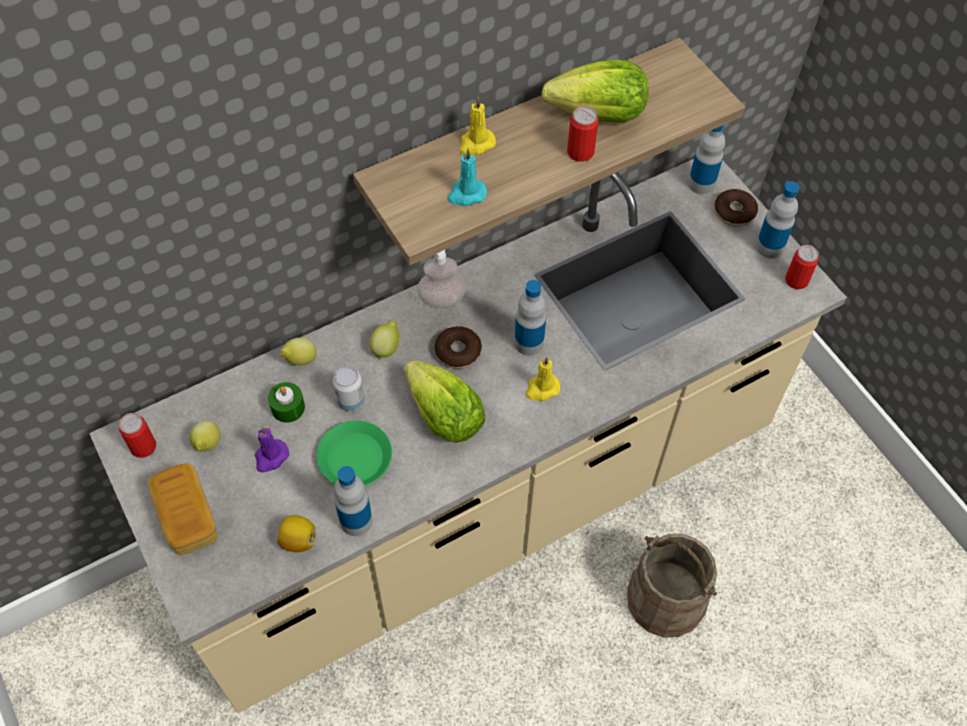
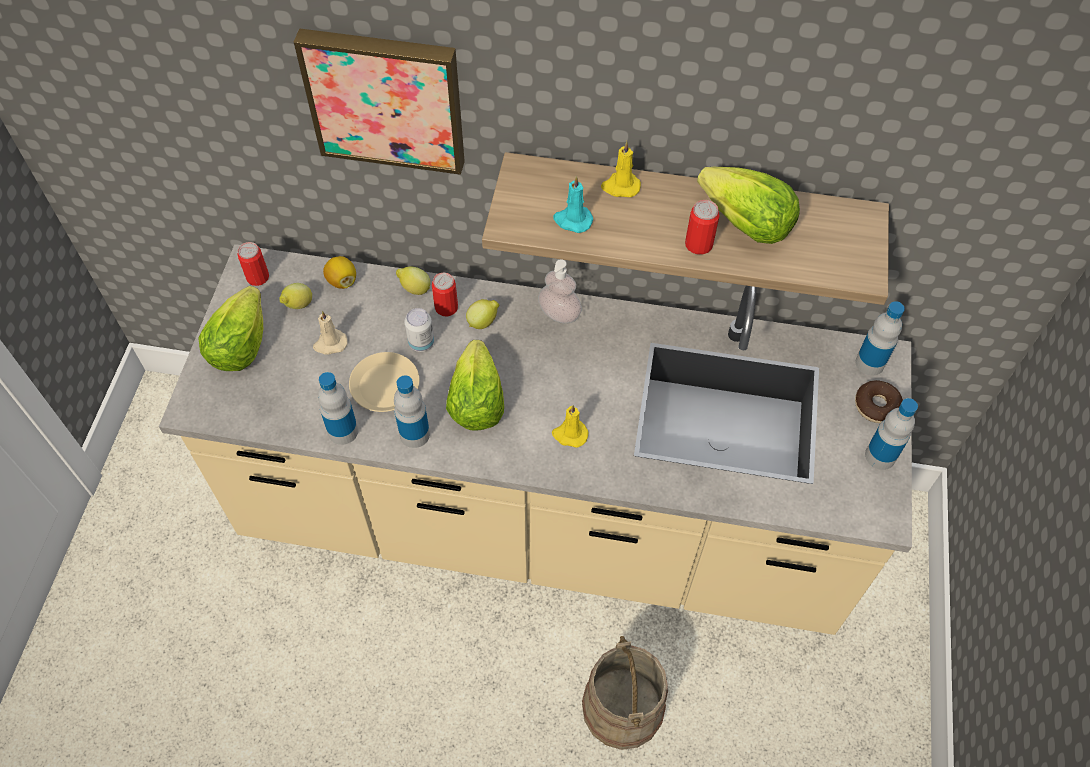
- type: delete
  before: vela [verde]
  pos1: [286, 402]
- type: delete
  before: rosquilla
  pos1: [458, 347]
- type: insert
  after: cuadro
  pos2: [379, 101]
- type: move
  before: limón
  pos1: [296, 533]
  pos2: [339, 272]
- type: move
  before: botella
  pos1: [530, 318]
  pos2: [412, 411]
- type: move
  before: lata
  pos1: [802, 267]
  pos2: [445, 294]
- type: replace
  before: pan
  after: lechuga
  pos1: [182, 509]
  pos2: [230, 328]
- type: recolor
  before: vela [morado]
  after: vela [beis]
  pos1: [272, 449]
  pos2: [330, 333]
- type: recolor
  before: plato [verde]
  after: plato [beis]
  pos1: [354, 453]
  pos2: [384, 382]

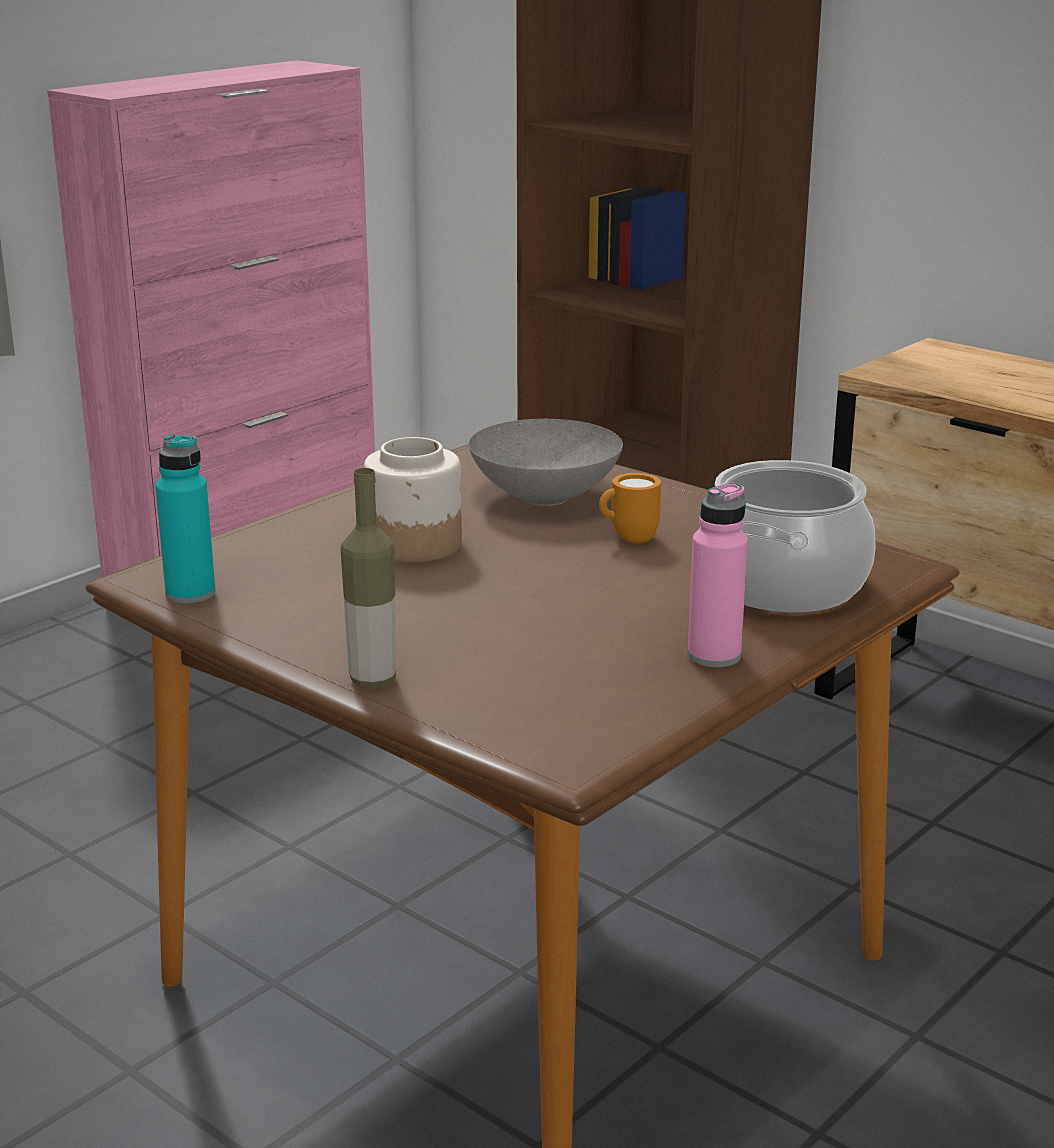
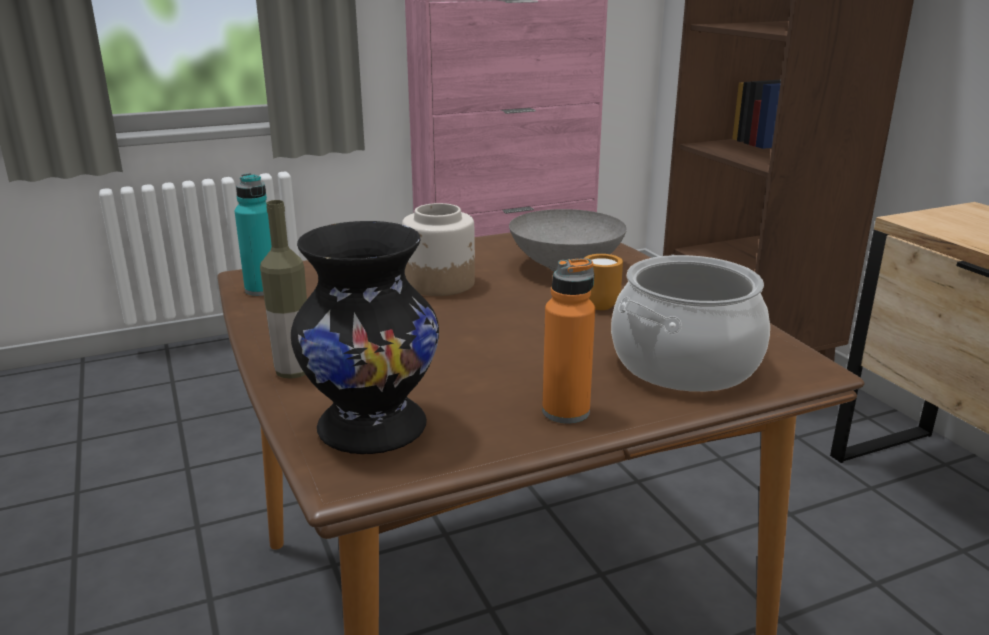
- type: insert
  after: florero [negro]
  pos2: [365, 337]
- type: recolor
  before: botella [rosa]
  after: botella [naranja]
  pos1: [718, 575]
  pos2: [568, 340]

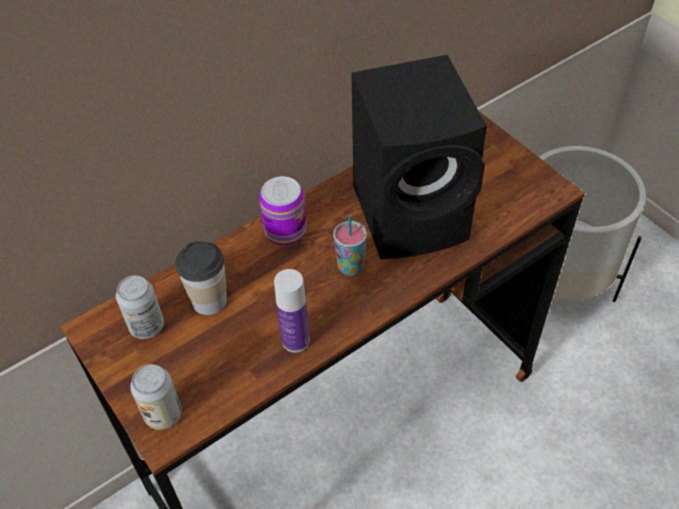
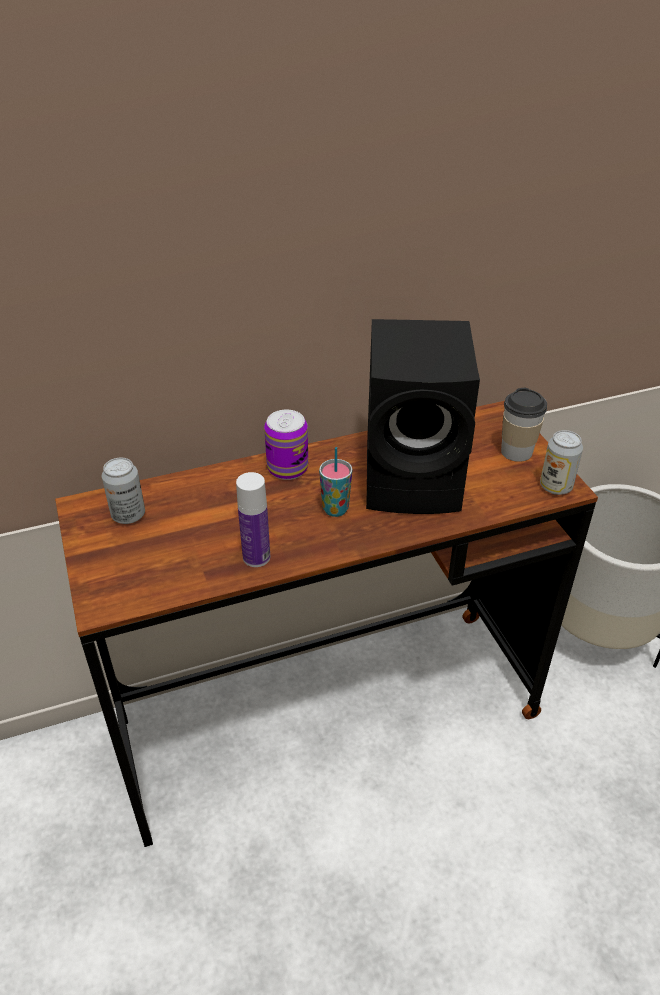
- type: move
  before: lata
  pos1: [156, 397]
  pos2: [561, 462]
- type: move
  before: taza
  pos1: [201, 278]
  pos2: [524, 425]

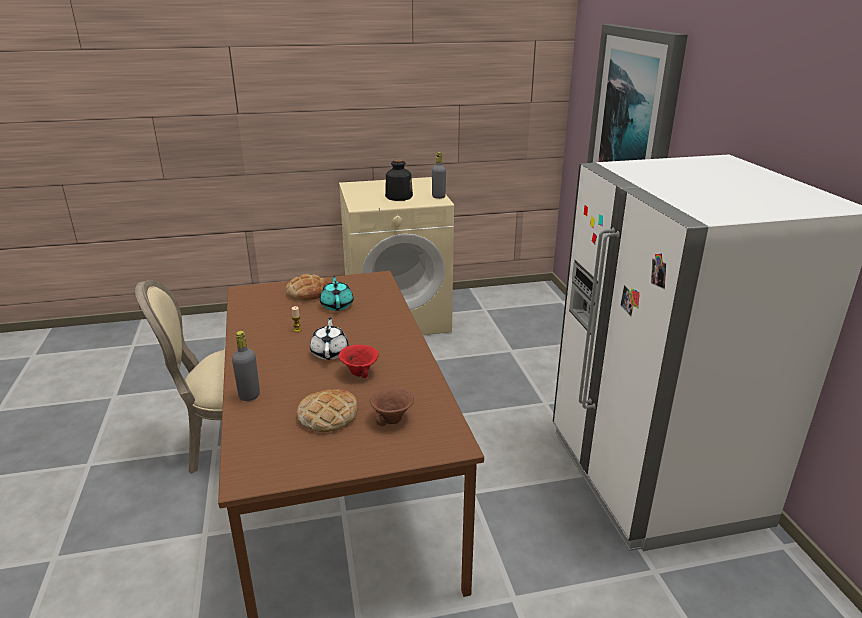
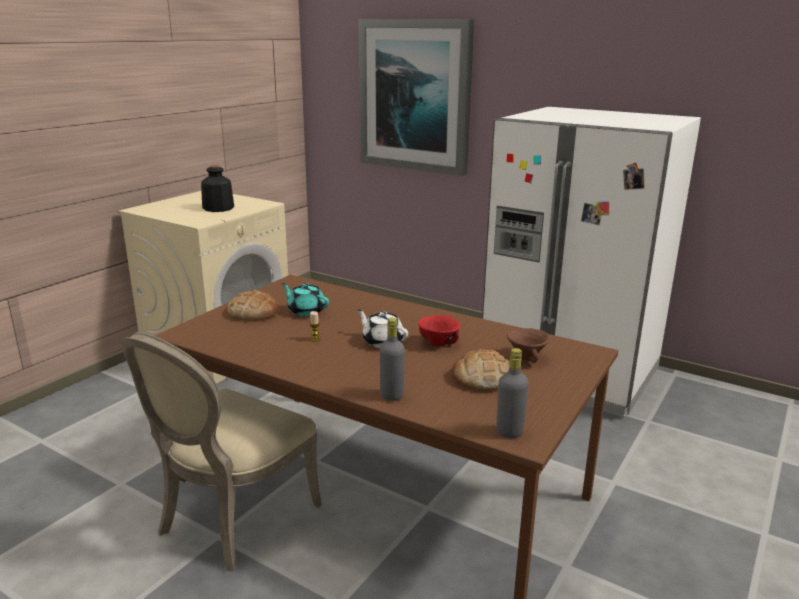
- type: move
  before: botella [gris]
  pos1: [439, 175]
  pos2: [512, 393]

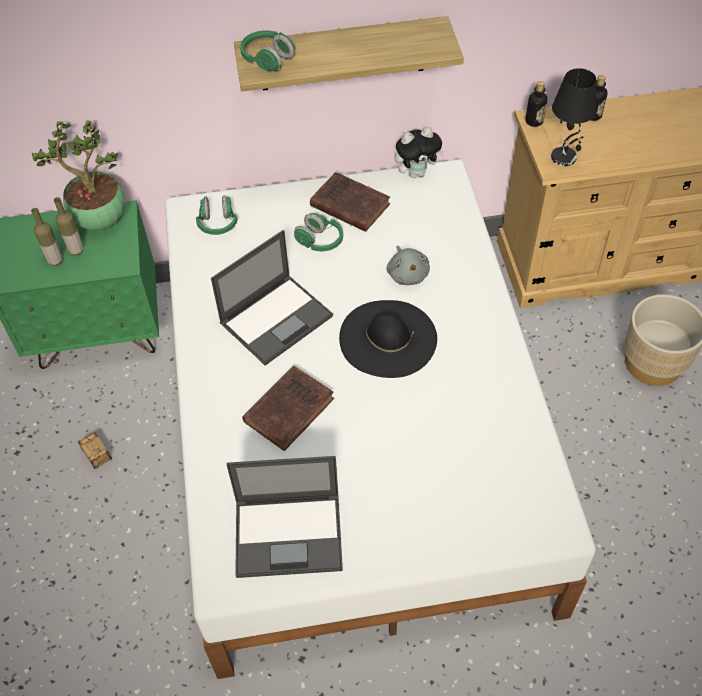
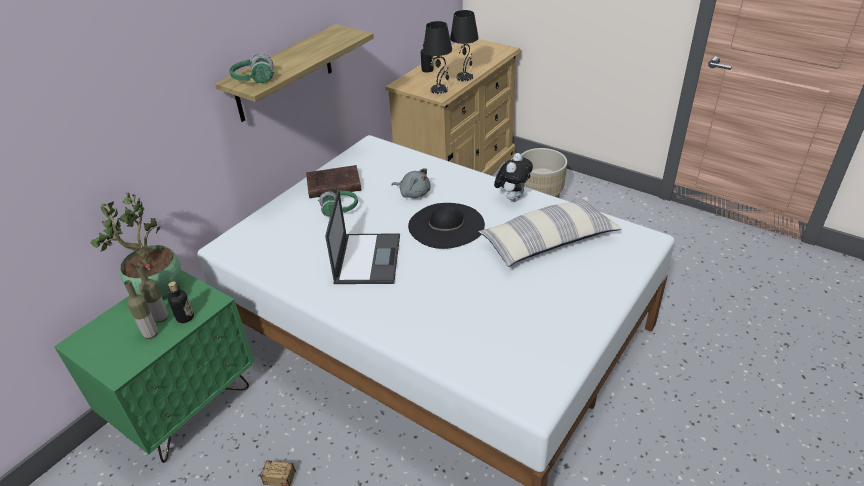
- type: delete
  before: auriculares [verde]
  pos1: [217, 215]
- type: delete
  before: portátil
  pos1: [284, 517]
- type: delete
  before: libro [marrón]
  pos1: [288, 408]
- type: insert
  after: lámpara de mesa [negro]
  pos2: [464, 45]
- type: insert
  after: cojín
  pos2: [550, 232]
- type: move
  before: peluche
  pos1: [419, 152]
  pos2: [513, 177]
- type: move
  before: botella
  pos1: [536, 104]
  pos2: [181, 302]

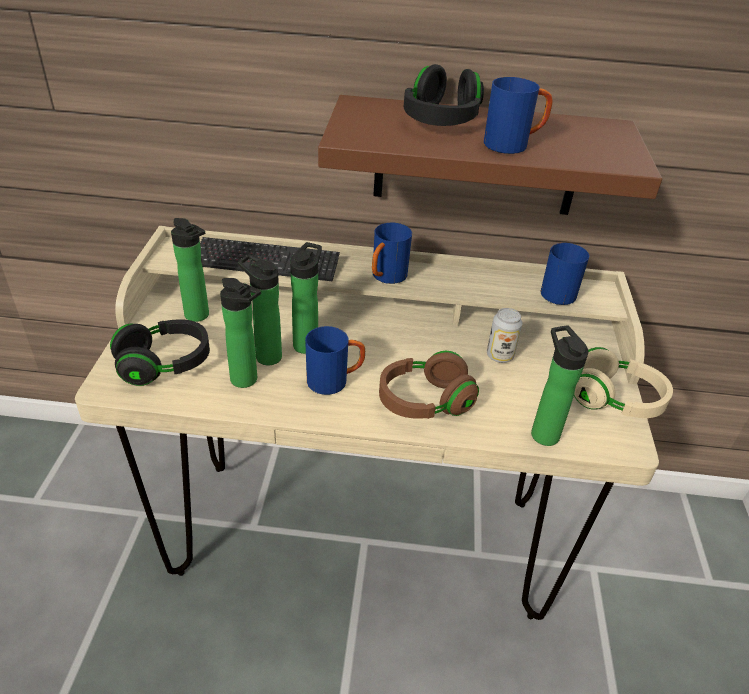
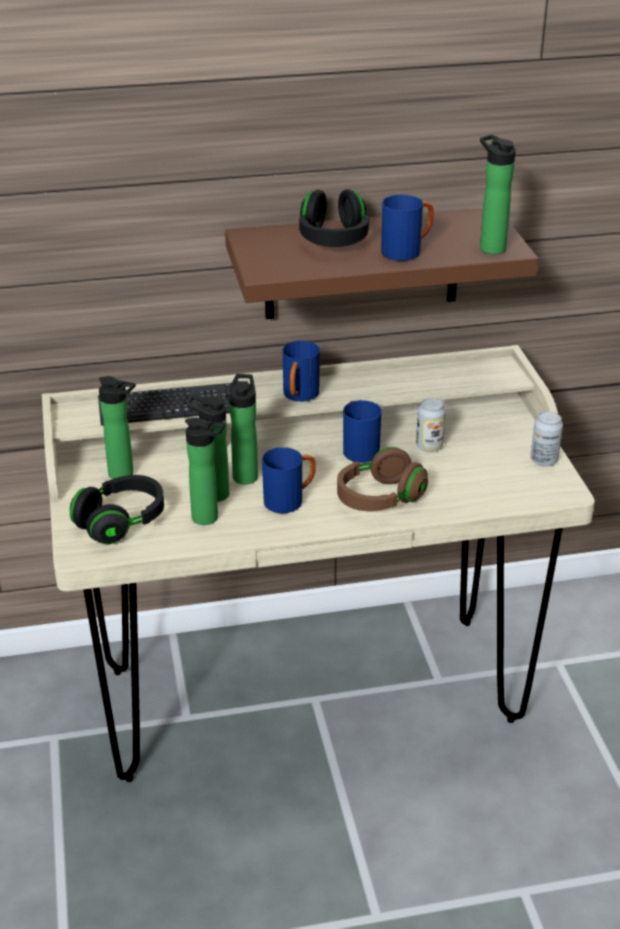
- type: move
  before: botella
  pos1: [559, 386]
  pos2: [498, 194]
- type: move
  before: taza grande [azul]
  pos1: [565, 274]
  pos2: [362, 431]
- type: replace
  before: auriculares [beis]
  after: lata
  pos1: [623, 382]
  pos2: [546, 438]

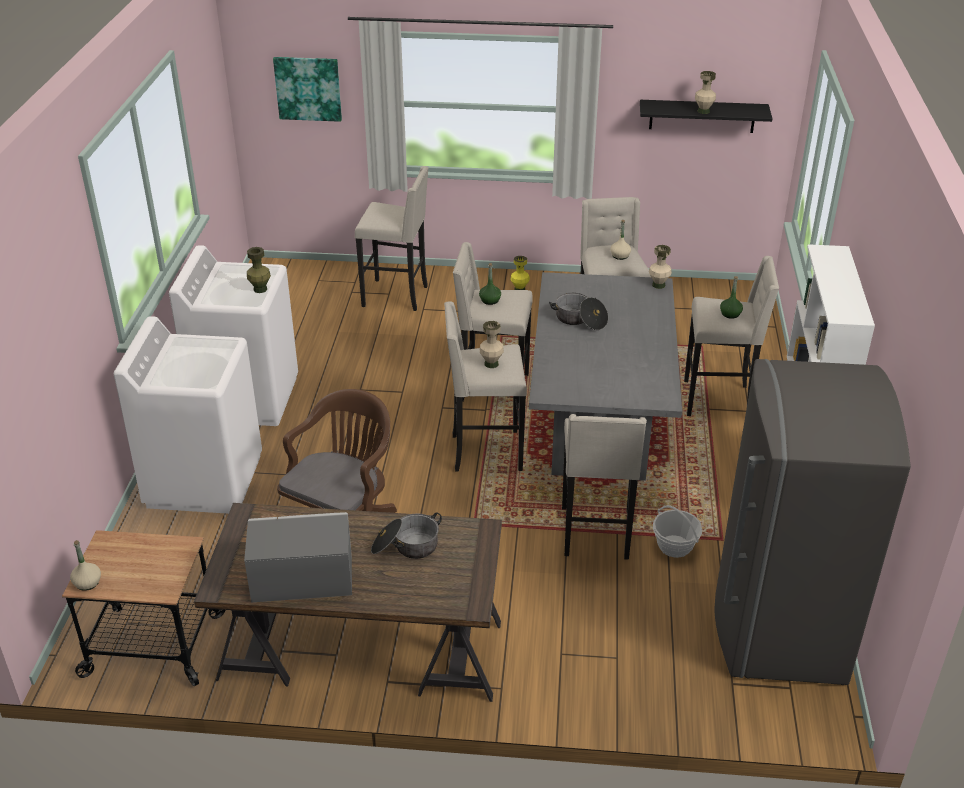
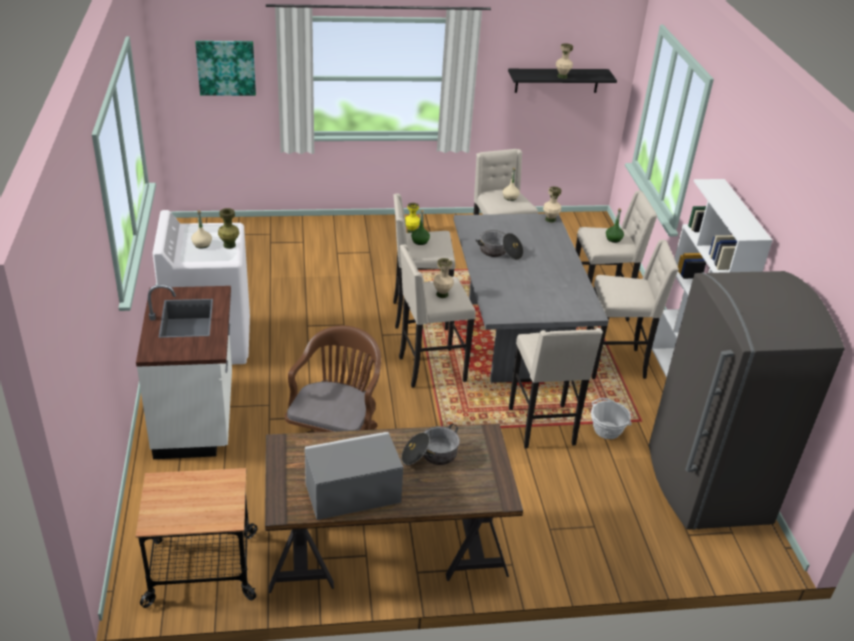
- type: move
  before: botella [beis]
  pos1: [85, 565]
  pos2: [201, 229]
- type: move
  before: taburete [beis]
  pos1: [392, 238]
  pos2: [633, 309]
- type: replace
  before: lavadora [blanco]
  after: mueble bajo de cocina [blanco]
  pos1: [188, 415]
  pos2: [184, 372]

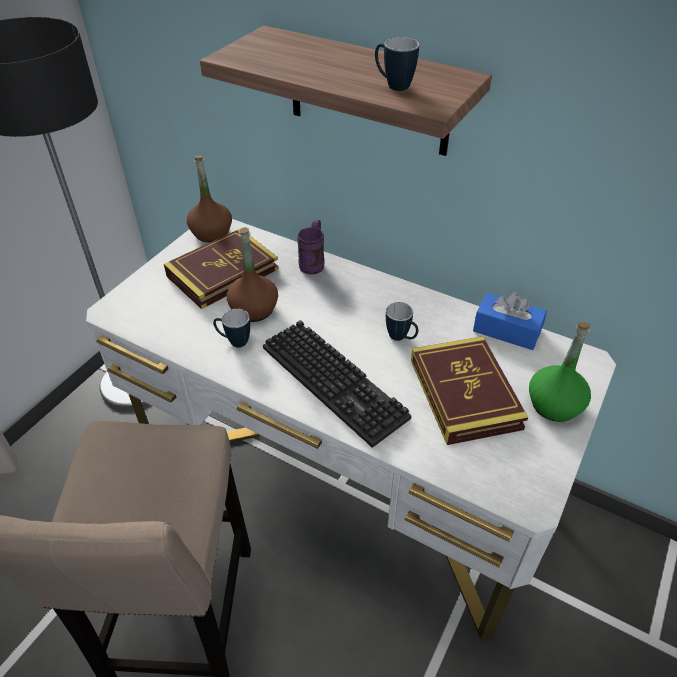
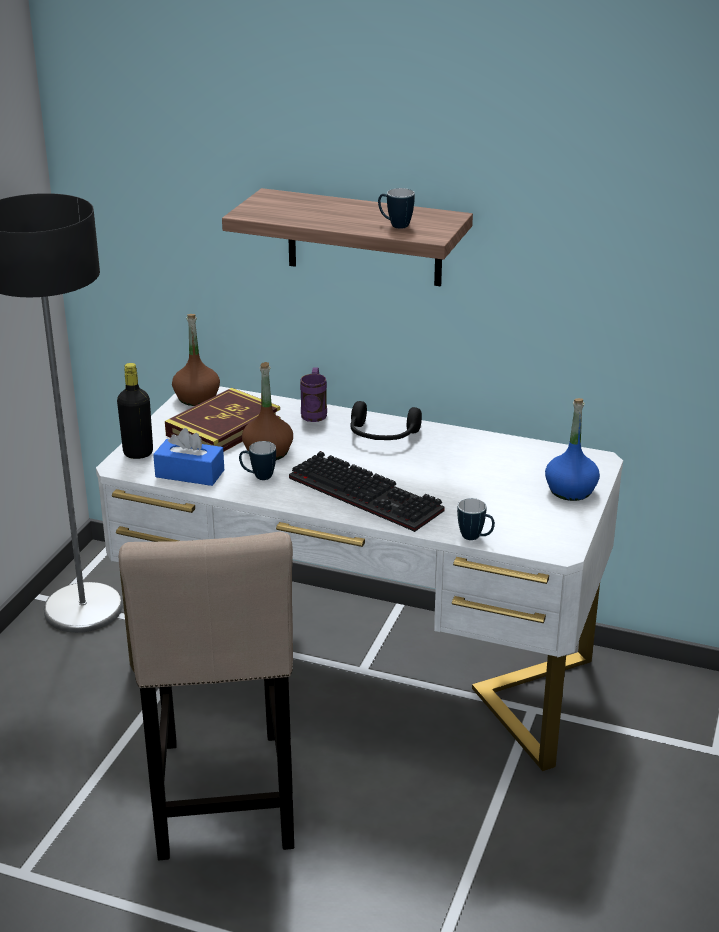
- type: delete
  before: libro
  pos1: [469, 390]
- type: insert
  after: botella [negro]
  pos2: [135, 411]
- type: insert
  after: auriculares [negro]
  pos2: [386, 420]
- type: move
  before: taza grande
  pos1: [402, 321]
  pos2: [476, 519]
- type: move
  before: caja de pañuelos [azul]
  pos1: [510, 321]
  pos2: [188, 457]
- type: recolor
  before: botella [verde]
  after: botella [azul]
  pos1: [560, 372]
  pos2: [572, 449]

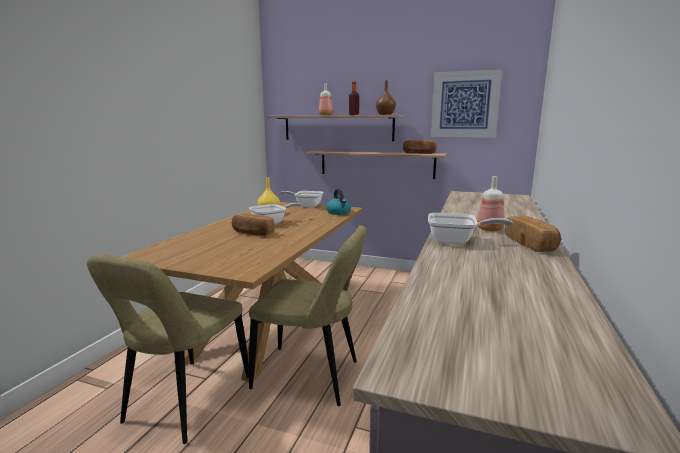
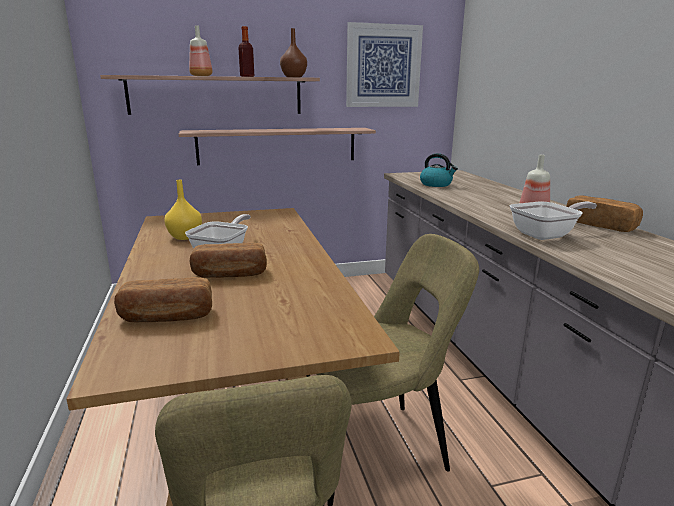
- type: delete
  before: sartén
  pos1: [301, 199]
- type: move
  before: hervidor
  pos1: [338, 202]
  pos2: [439, 170]
- type: move
  before: pan
  pos1: [420, 147]
  pos2: [163, 299]

